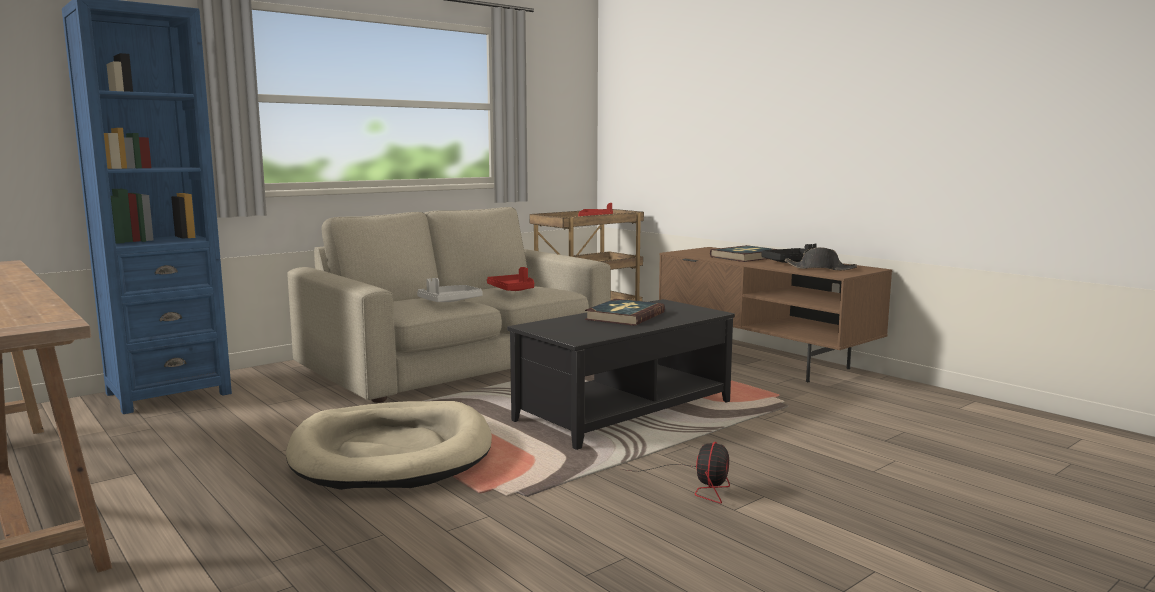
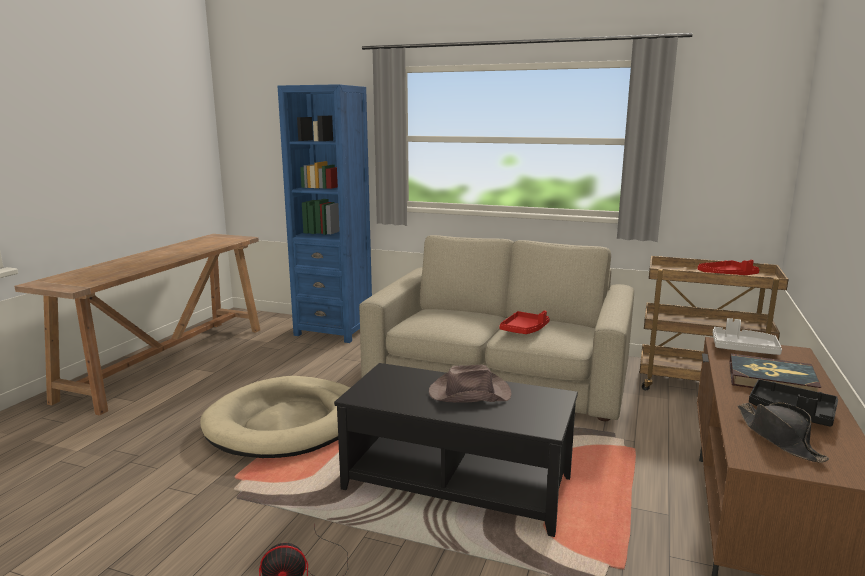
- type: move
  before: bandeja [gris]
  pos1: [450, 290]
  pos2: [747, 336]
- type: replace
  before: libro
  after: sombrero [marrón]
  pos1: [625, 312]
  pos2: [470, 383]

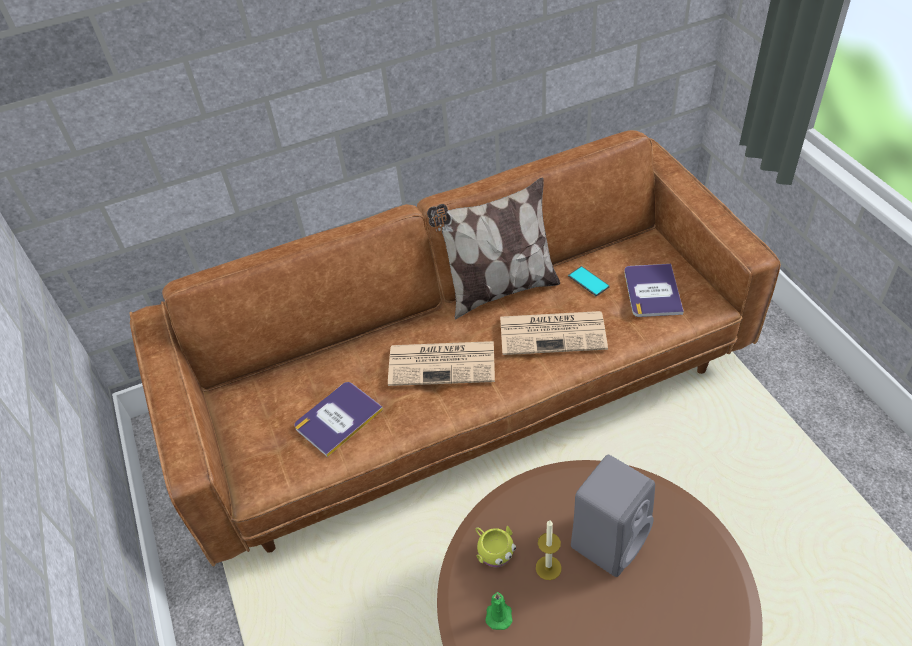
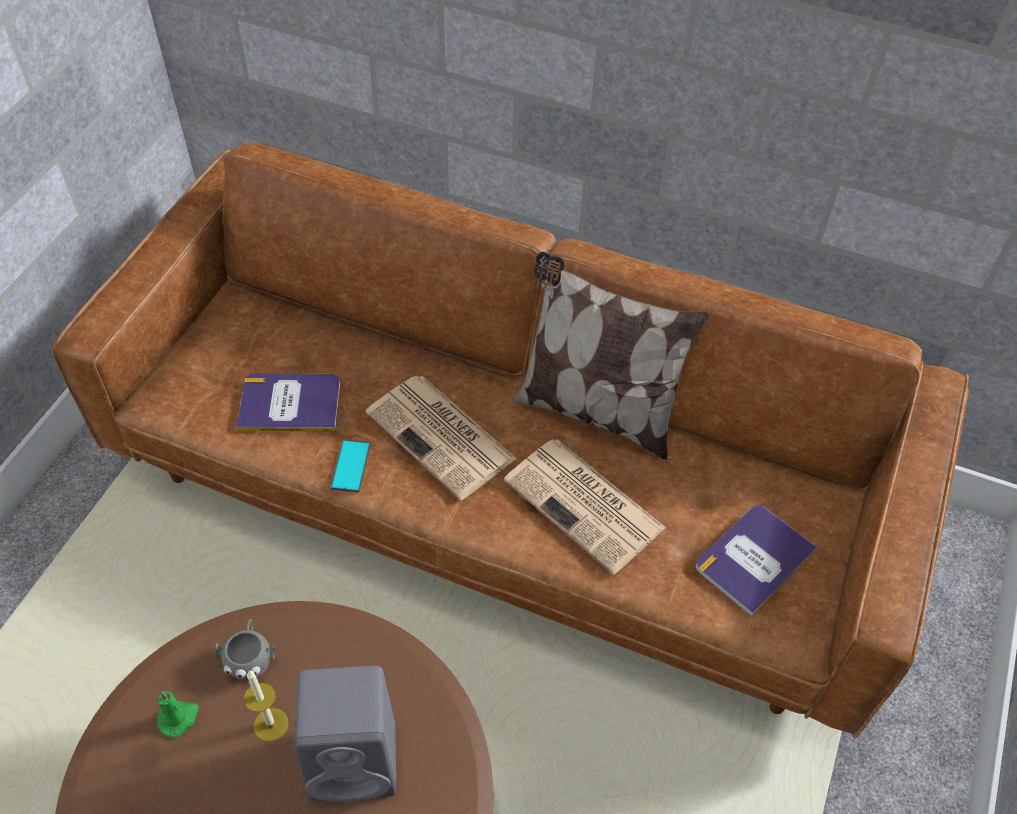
- type: move
  before: móvil
  pos1: [588, 281]
  pos2: [351, 465]
- type: recolor
  before: taza grande [amarillo]
  after: taza grande [gris]
  pos1: [496, 546]
  pos2: [245, 650]

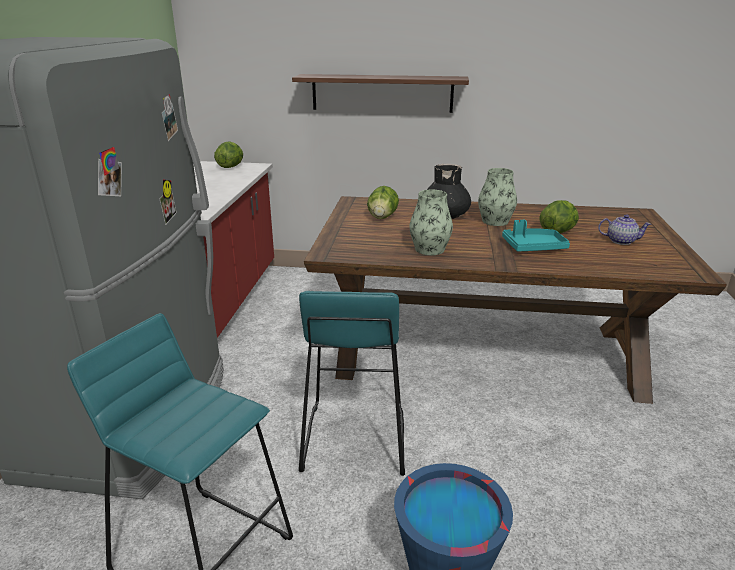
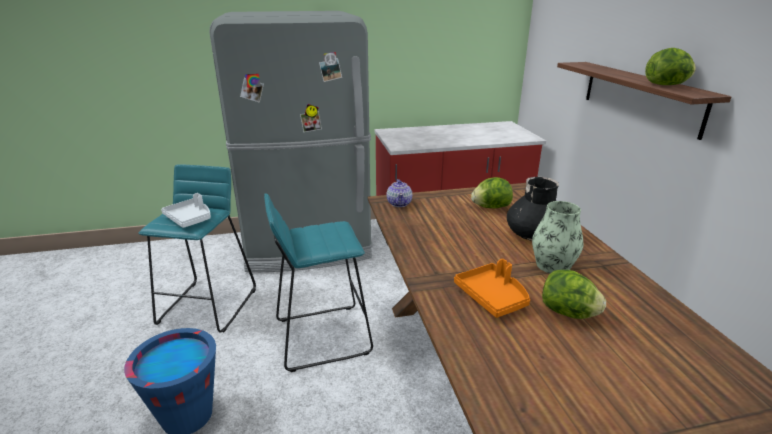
- type: delete
  before: florero
  pos1: [431, 222]
- type: insert
  after: bandeja [blanco]
  pos2: [186, 210]
- type: move
  before: lechuga
  pos1: [228, 155]
  pos2: [670, 66]
- type: move
  before: tetera
  pos1: [624, 230]
  pos2: [399, 193]
- type: recolor
  before: bandeja [turquesa]
  after: bandeja [naranja]
  pos1: [536, 235]
  pos2: [492, 288]

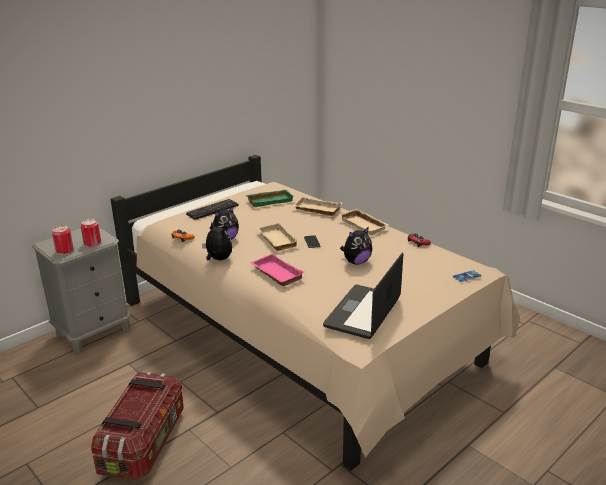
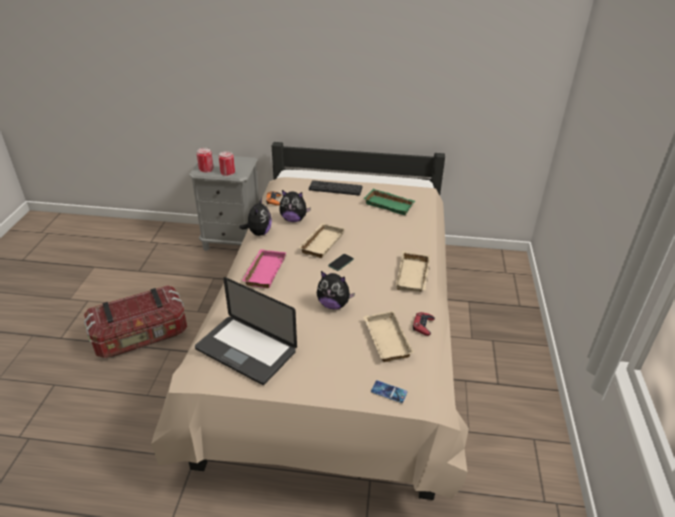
- type: move
  before: bandeja [beis]
  pos1: [317, 206]
  pos2: [388, 336]
- type: rotate
  before: portátil
  pos1: [363, 295]
  pos2: [246, 331]
  turn: -135

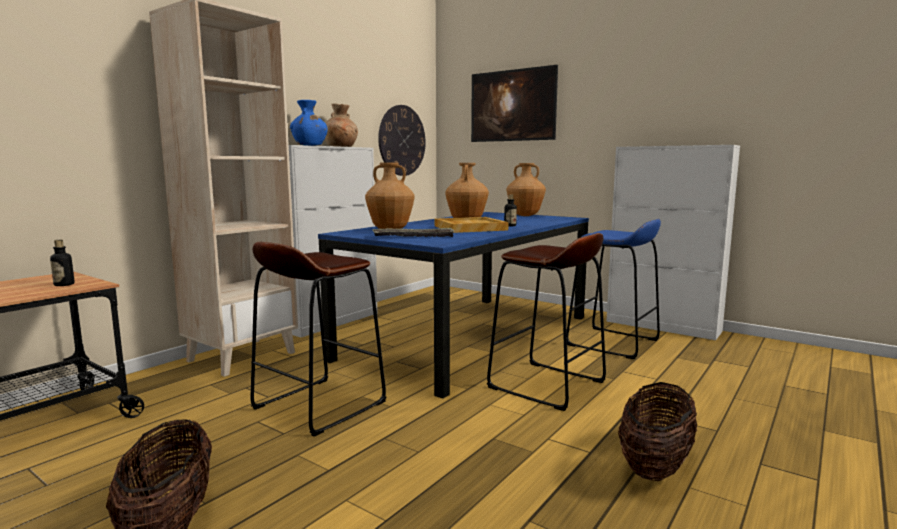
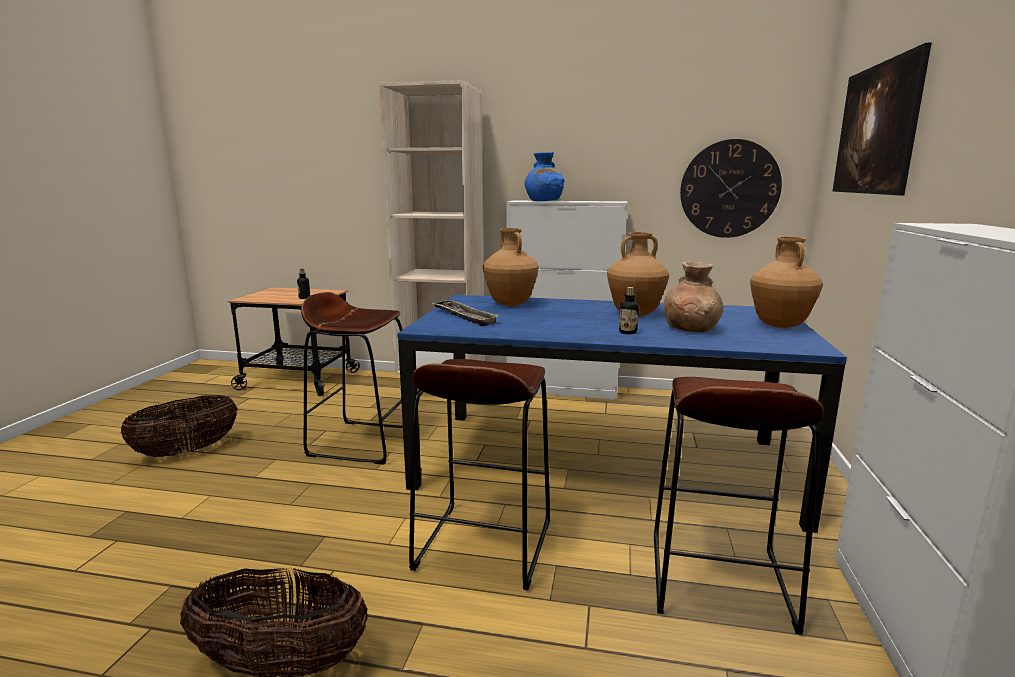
- type: delete
  before: bandeja [beis]
  pos1: [471, 225]
- type: move
  before: florero [marrón]
  pos1: [341, 125]
  pos2: [693, 296]
- type: recolor
  before: taburete [azul]
  after: taburete [marrón]
  pos1: [614, 289]
  pos2: [739, 506]

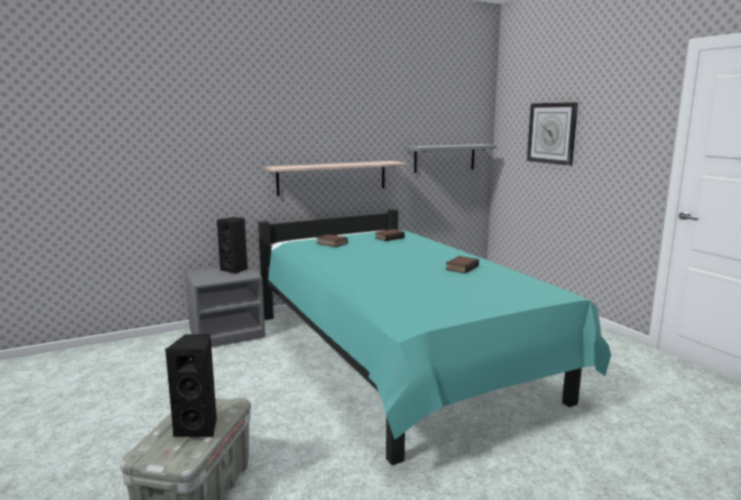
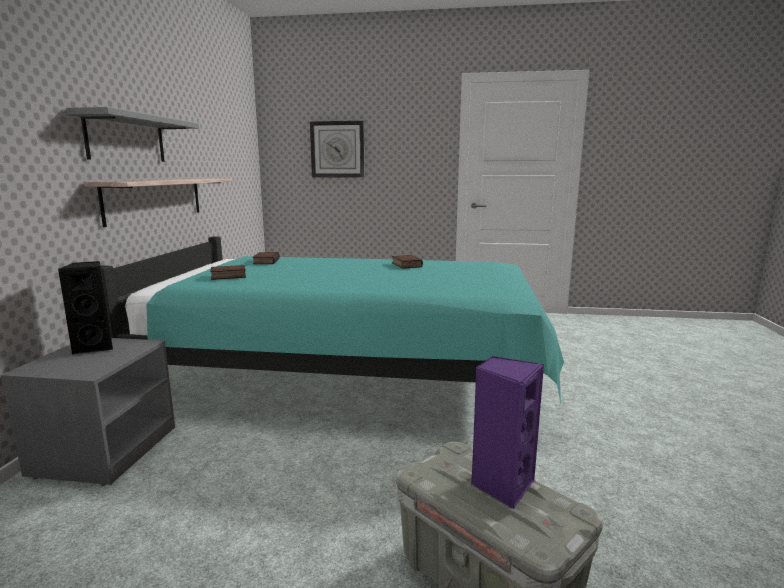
- type: move
  before: estante [gris]
  pos1: [451, 158]
  pos2: [132, 134]
- type: recolor
  before: altavoz [negro]
  after: altavoz [morado]
  pos1: [190, 385]
  pos2: [507, 432]

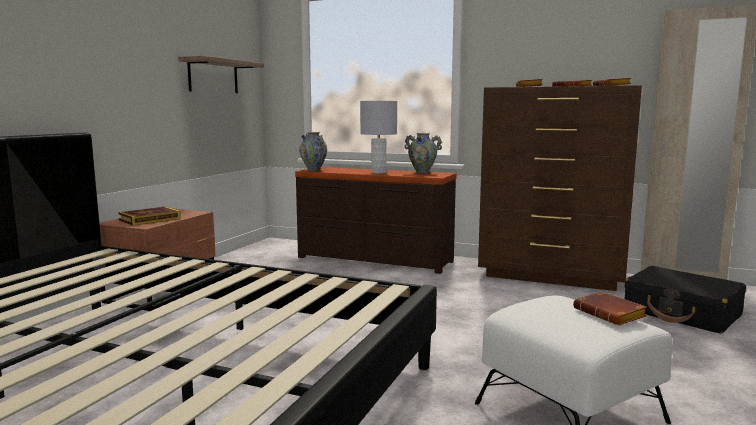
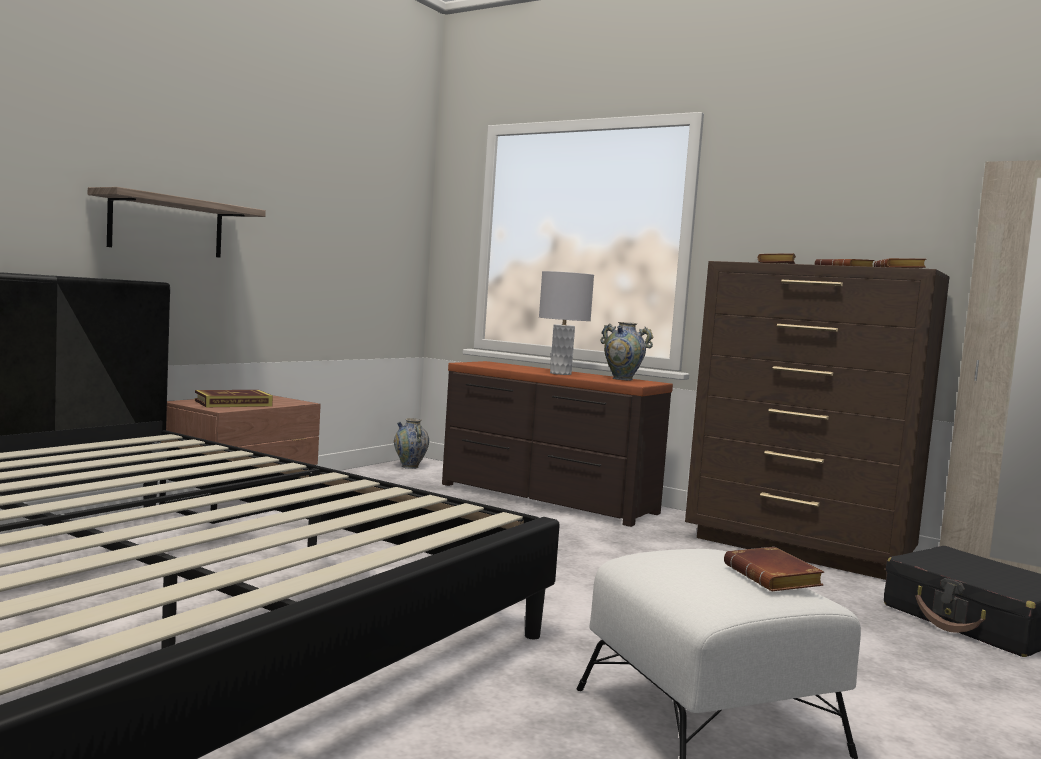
- type: move
  before: estante
  pos1: [221, 74]
  pos2: [177, 222]
- type: move
  before: florero
  pos1: [313, 151]
  pos2: [411, 443]

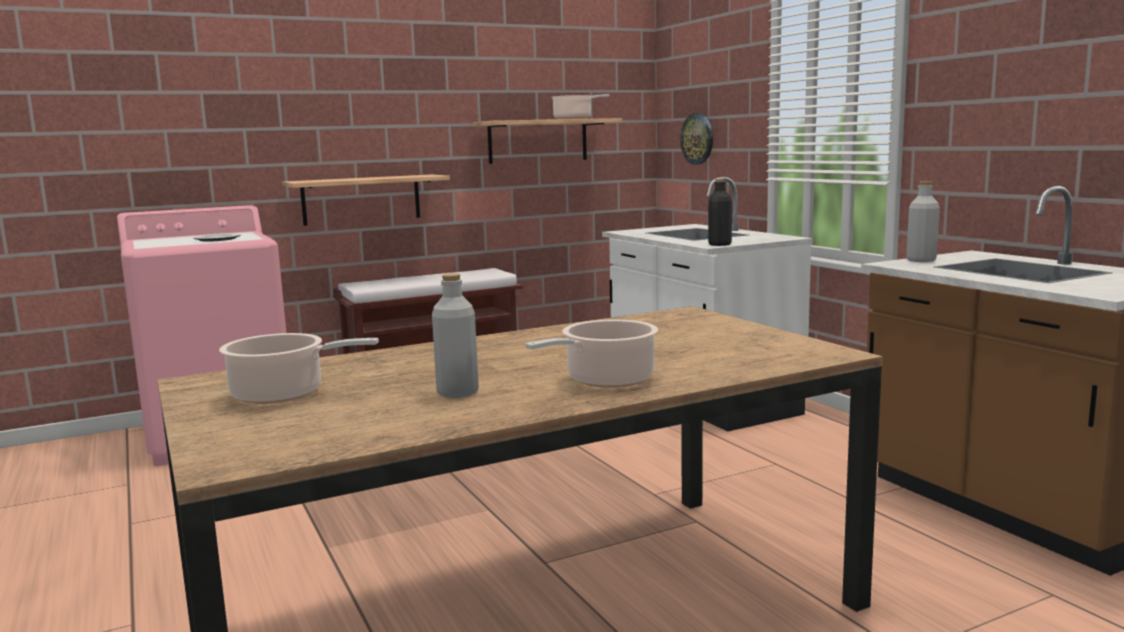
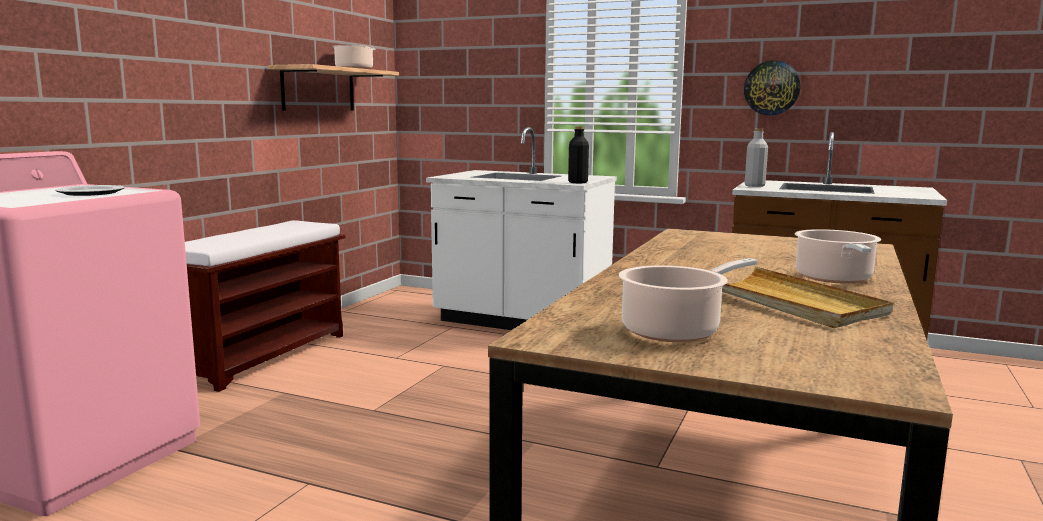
- type: delete
  before: estante
  pos1: [366, 200]
- type: move
  before: reloj de pared
  pos1: [696, 139]
  pos2: [772, 88]
- type: replace
  before: botella [gris]
  after: bandeja [beis]
  pos1: [455, 335]
  pos2: [807, 297]

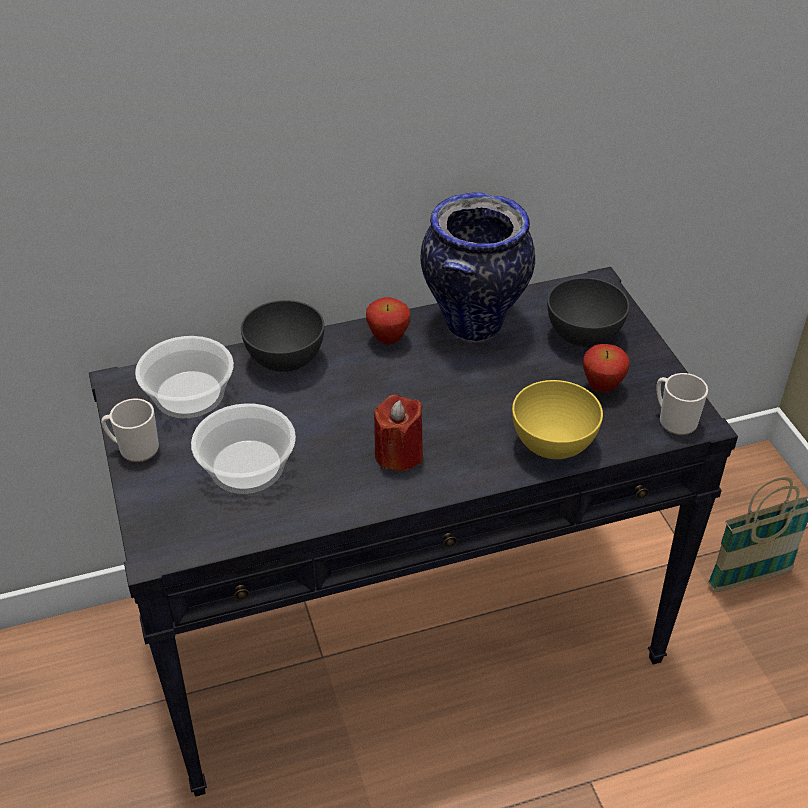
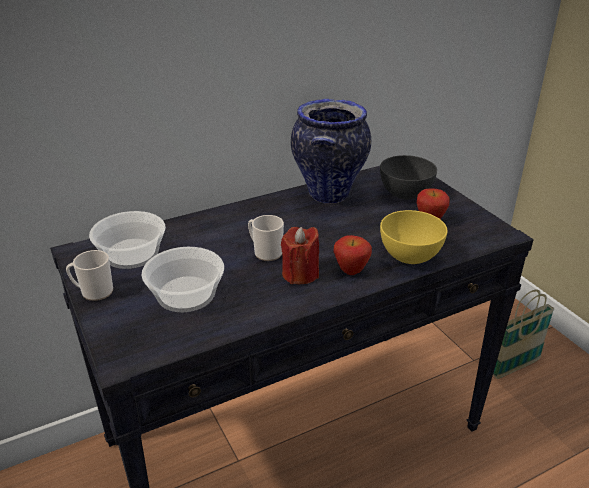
- type: delete
  before: cuenco [gris]
  pos1: [282, 336]
- type: move
  before: manzana
  pos1: [388, 321]
  pos2: [352, 255]
- type: move
  before: taza grande
  pos1: [682, 404]
  pos2: [266, 238]

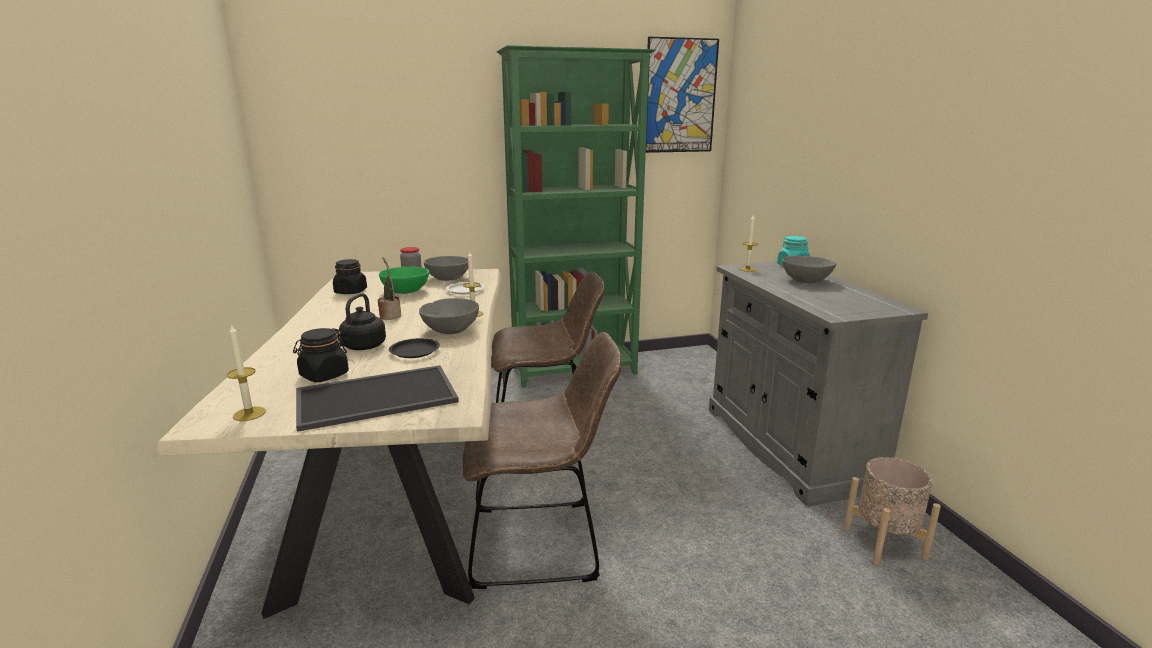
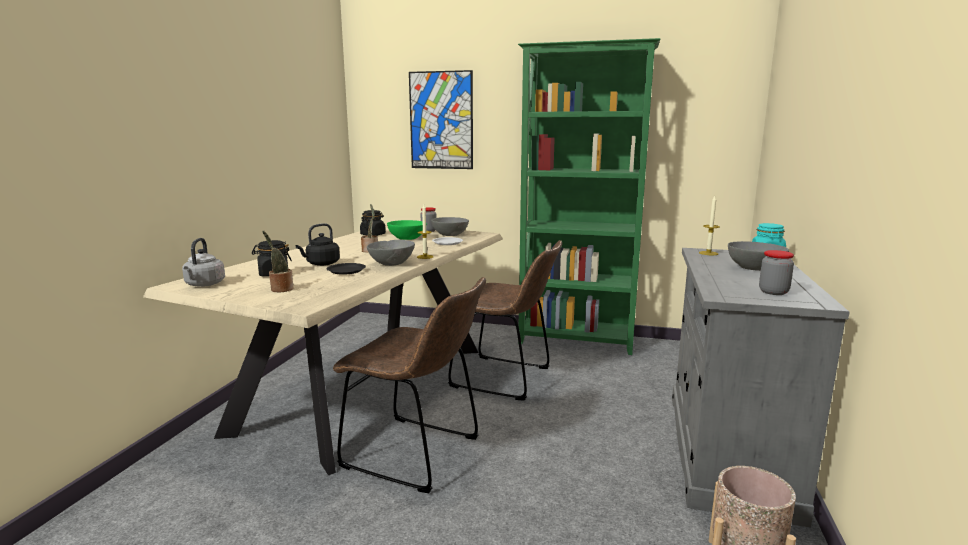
- type: insert
  after: tarro
  pos2: [776, 272]
- type: move
  before: cuadro
  pos1: [682, 95]
  pos2: [441, 119]
- type: replace
  before: vela
  after: hervidor [gris]
  pos1: [246, 372]
  pos2: [203, 262]
- type: replace
  before: bandeja
  after: planta en maceta
  pos1: [377, 398]
  pos2: [277, 261]

